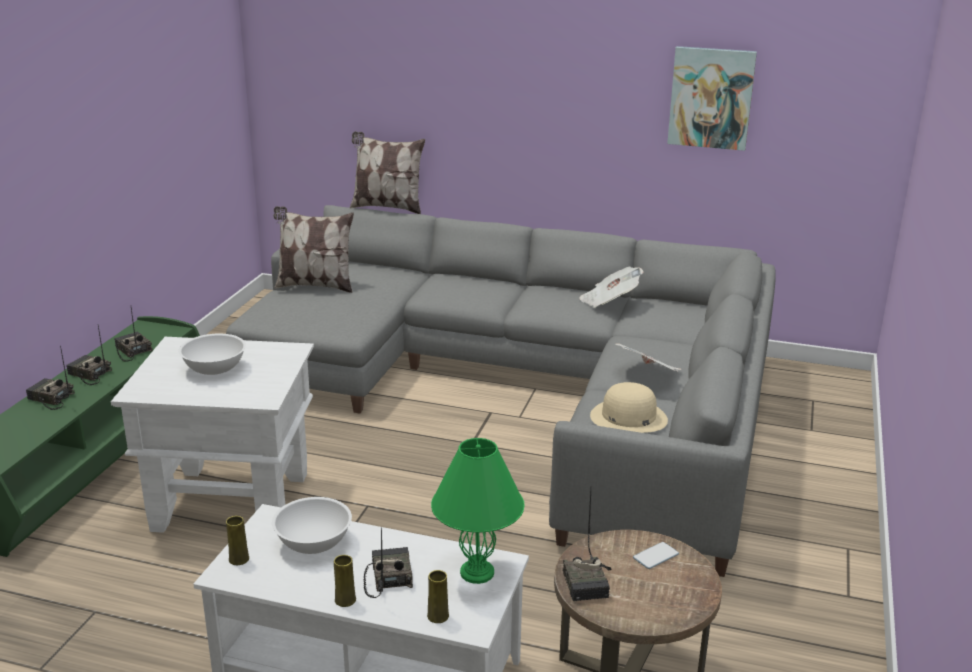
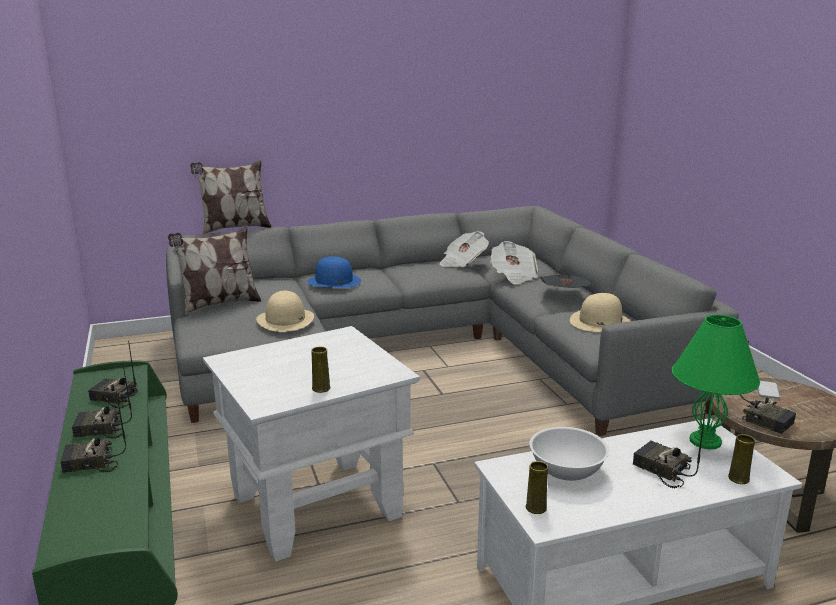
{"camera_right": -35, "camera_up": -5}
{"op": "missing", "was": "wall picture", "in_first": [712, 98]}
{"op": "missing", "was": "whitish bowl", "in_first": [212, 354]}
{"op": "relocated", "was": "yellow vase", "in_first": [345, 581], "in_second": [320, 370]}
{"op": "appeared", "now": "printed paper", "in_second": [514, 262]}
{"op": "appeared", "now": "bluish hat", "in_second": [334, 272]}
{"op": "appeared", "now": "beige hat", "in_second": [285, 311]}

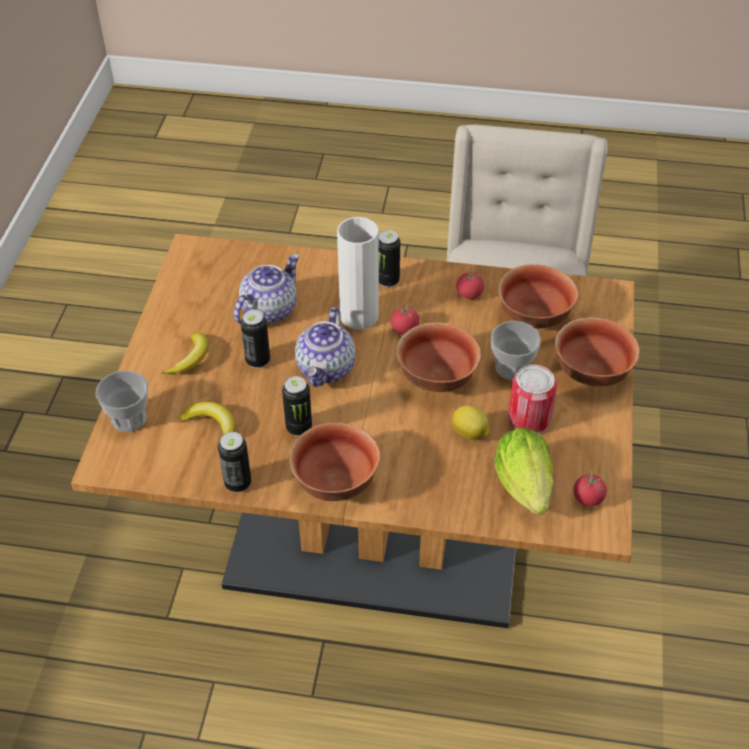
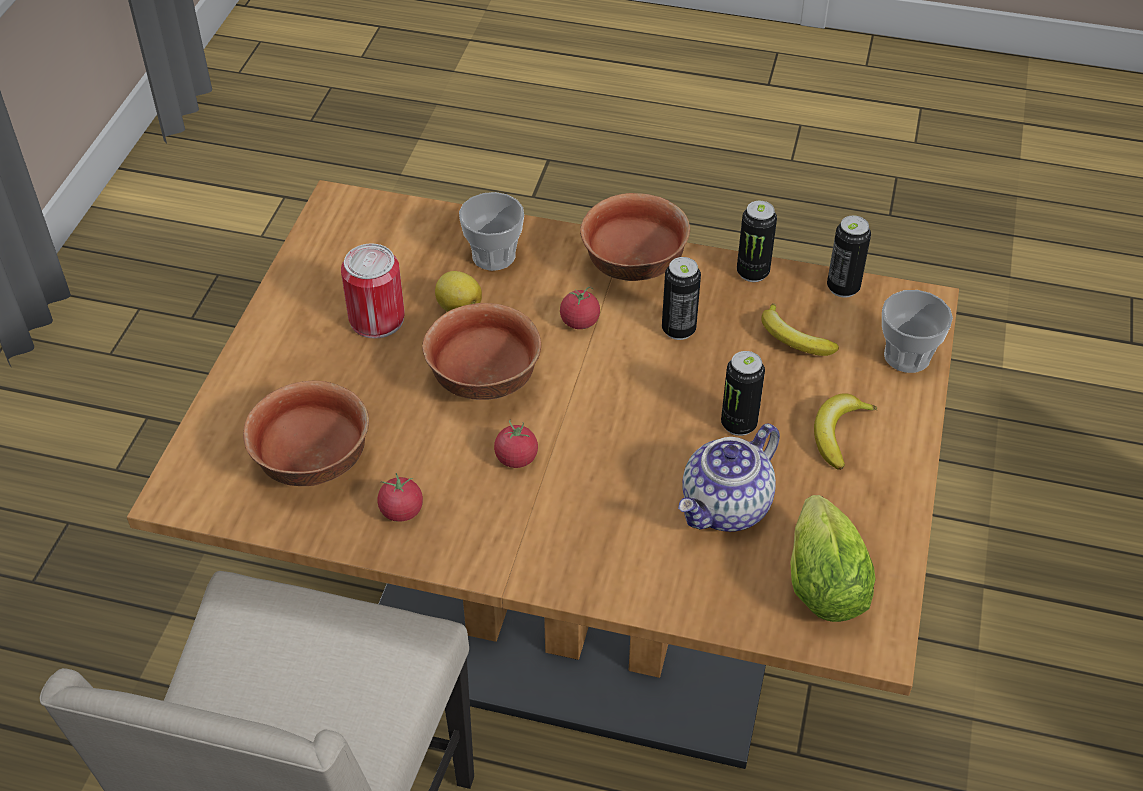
{"camera_right": -175, "camera_up": 0}
{"op": "missing", "was": "whitish vase", "in_first": [358, 273]}
{"op": "relocated", "was": "metal can", "in_first": [389, 258], "in_second": [849, 257]}
{"op": "missing", "was": "teapot", "in_first": [325, 347]}
{"op": "missing", "was": "bowl", "in_first": [597, 352]}
{"op": "relocated", "was": "drinking cup", "in_first": [516, 350], "in_second": [491, 231]}
{"op": "relocated", "was": "lettuce head", "in_first": [524, 471], "in_second": [833, 558]}
{"op": "relocated", "was": "fresh tomato", "in_first": [590, 488], "in_second": [580, 308]}

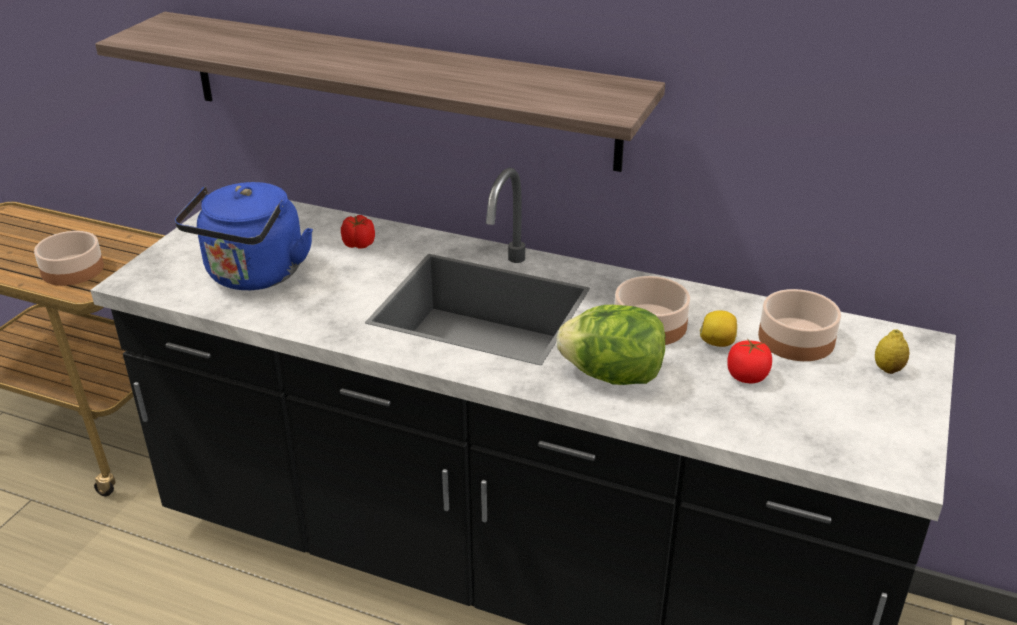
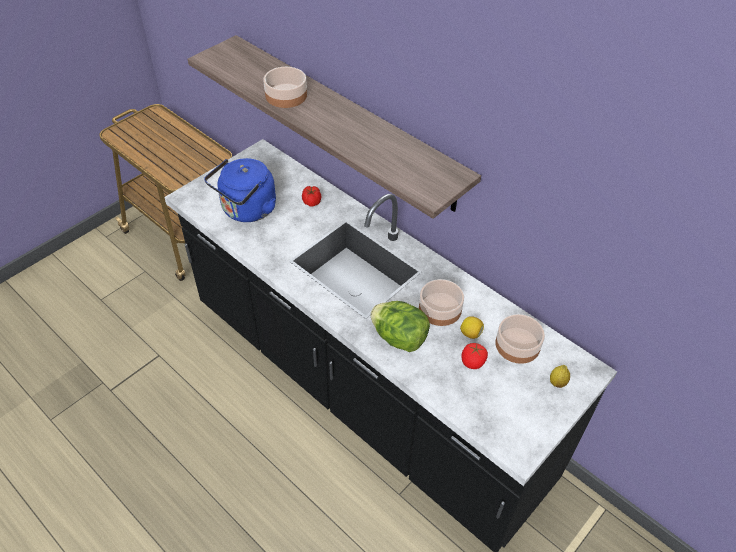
{"camera_right": 20, "camera_up": 15}
{"op": "relocated", "was": "bowl", "in_first": [69, 258], "in_second": [285, 87]}

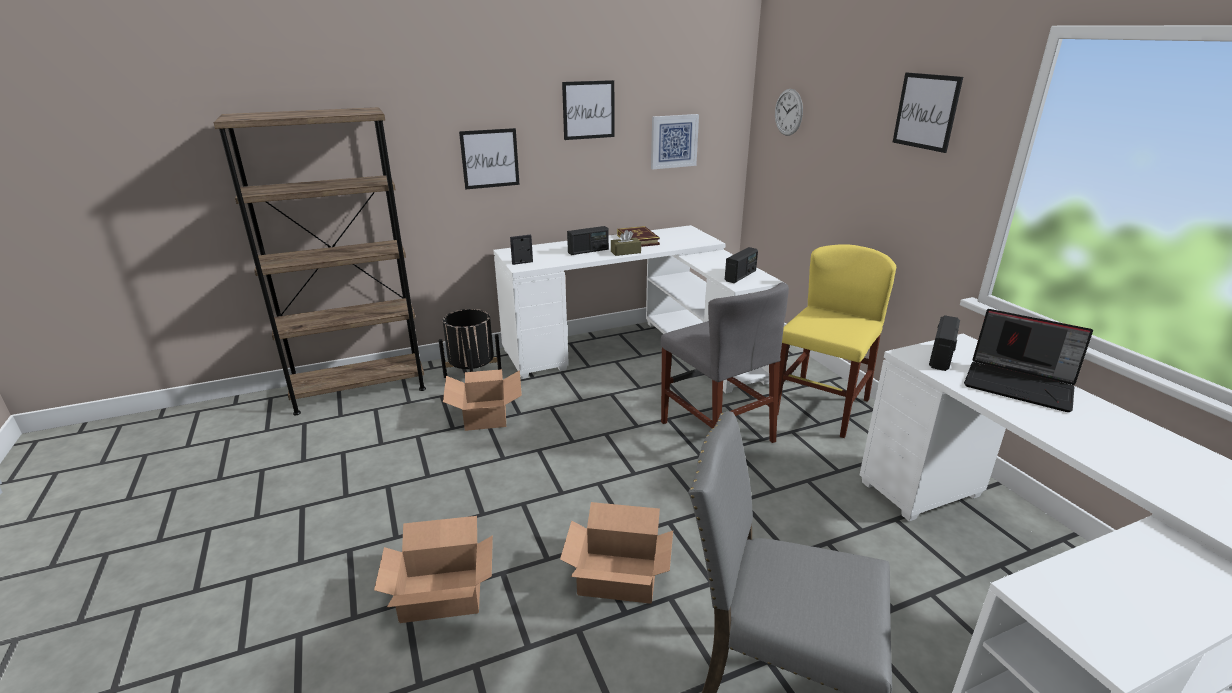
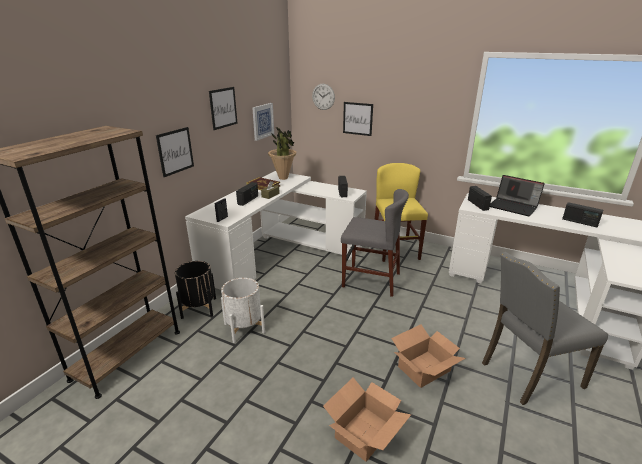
{"camera_right": -40, "camera_up": 0}
{"op": "relocated", "was": "wall picture", "in_first": [928, 113], "in_second": [358, 119]}
{"op": "spun", "was": "notebook computer", "in_first": [1028, 360], "in_second": [517, 195], "clockwise": 45}
{"op": "exchanged", "was": "packing box", "now": "whitish plant pot", "in_first": [482, 400], "in_second": [243, 310]}
{"op": "appeared", "now": "potted plant", "in_second": [282, 153]}
{"op": "appeared", "now": "radio set", "in_second": [582, 214]}

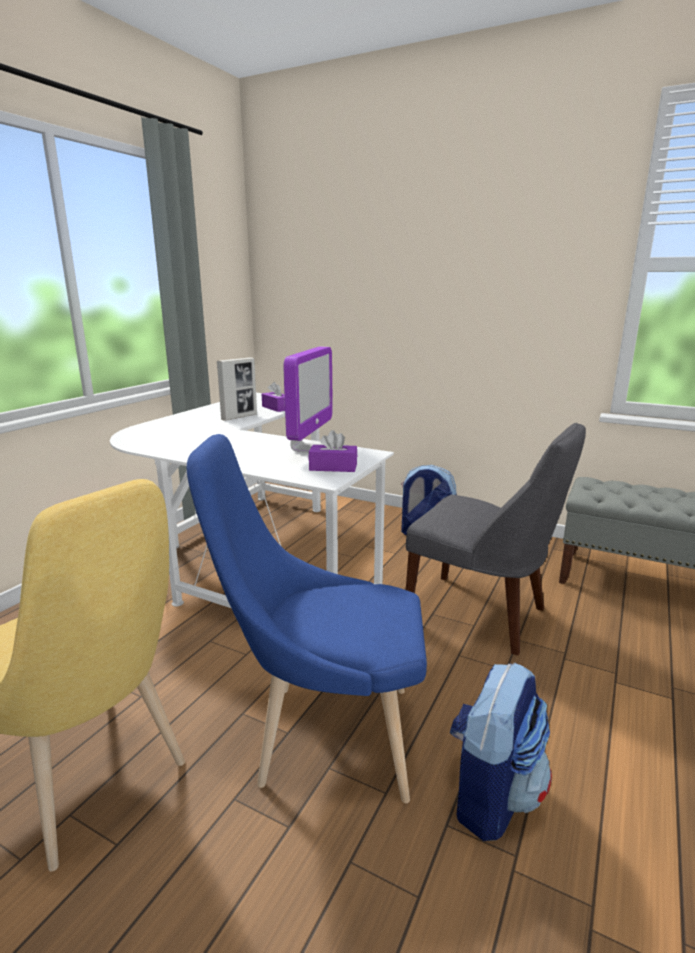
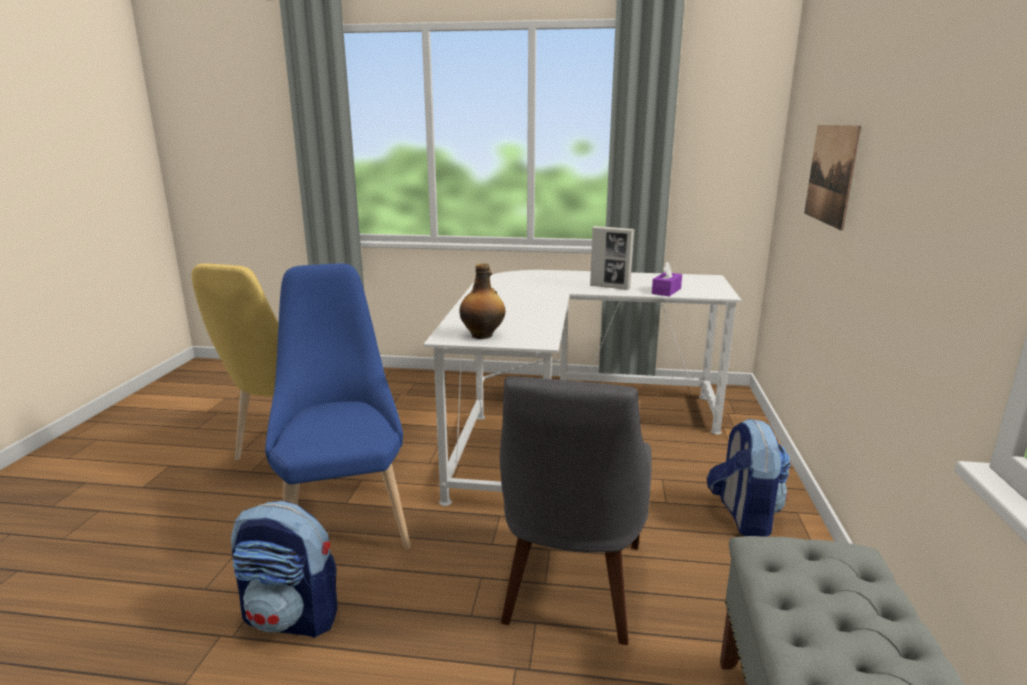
{"camera_right": 70, "camera_up": 0}
{"op": "missing", "was": "monitor", "in_first": [308, 400]}
{"op": "exchanged", "was": "purplish tissue holder", "now": "beverage bottle", "in_first": [333, 451], "in_second": [482, 301]}
{"op": "appeared", "now": "wall picture", "in_second": [832, 177]}

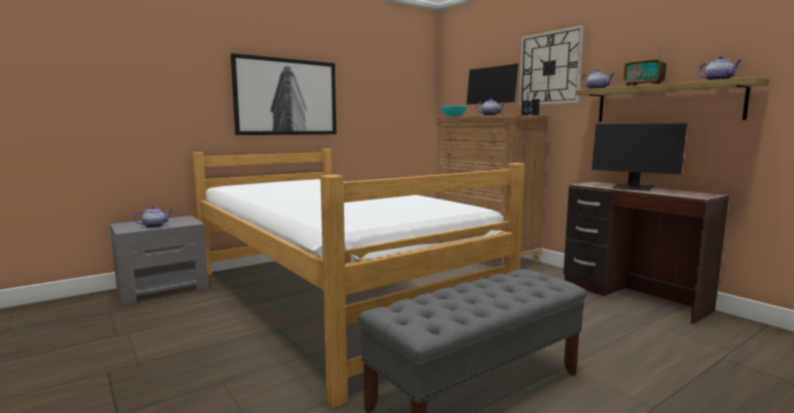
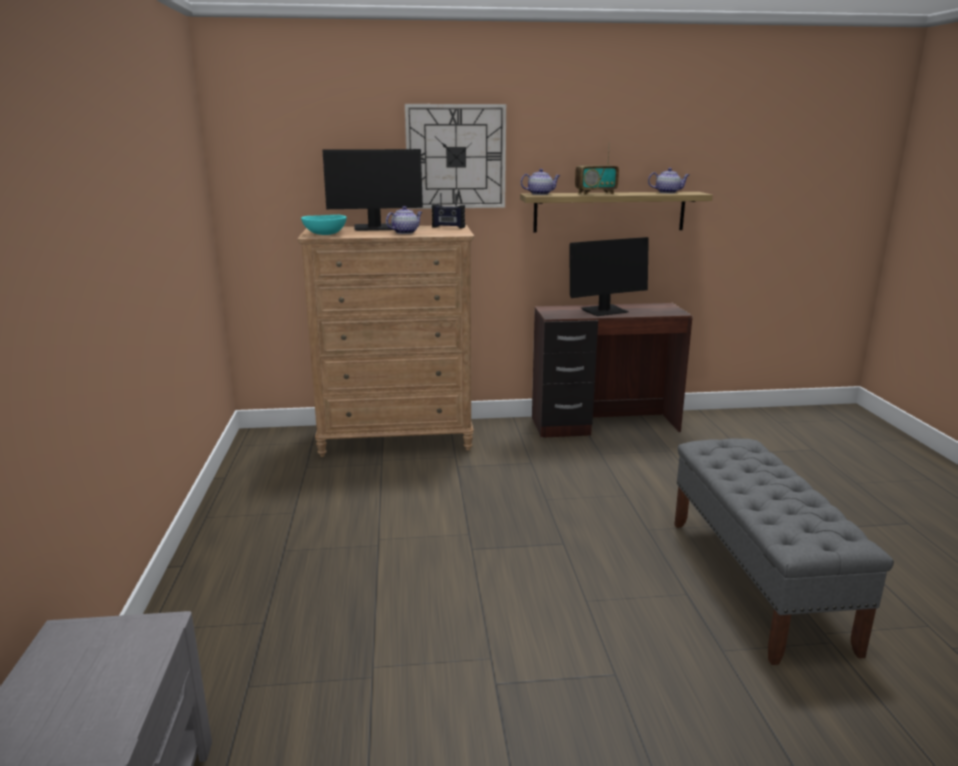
{"camera_right": -60, "camera_up": 10}
{"op": "missing", "was": "wall picture", "in_first": [283, 94]}
{"op": "missing", "was": "sleeping bed", "in_first": [358, 278]}
{"op": "missing", "was": "teapot", "in_first": [152, 217]}

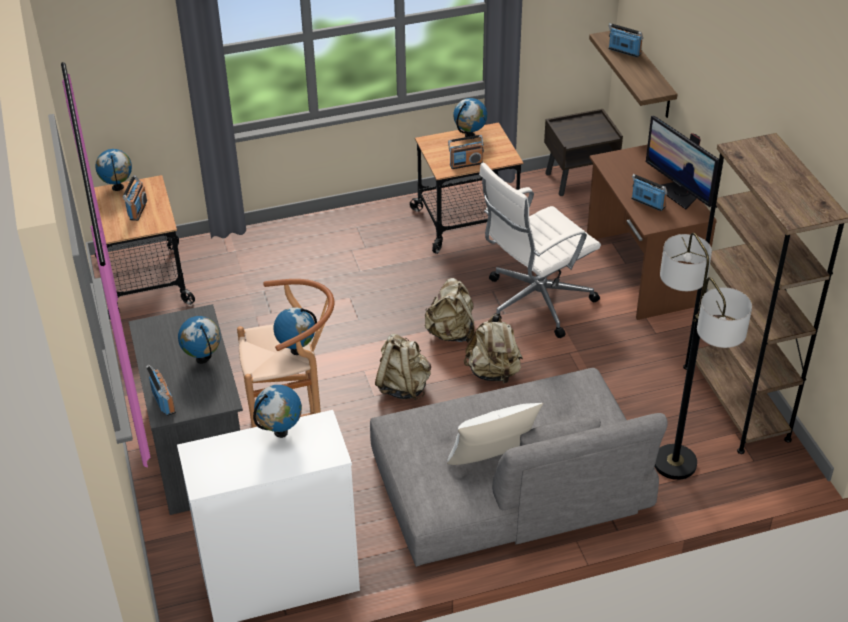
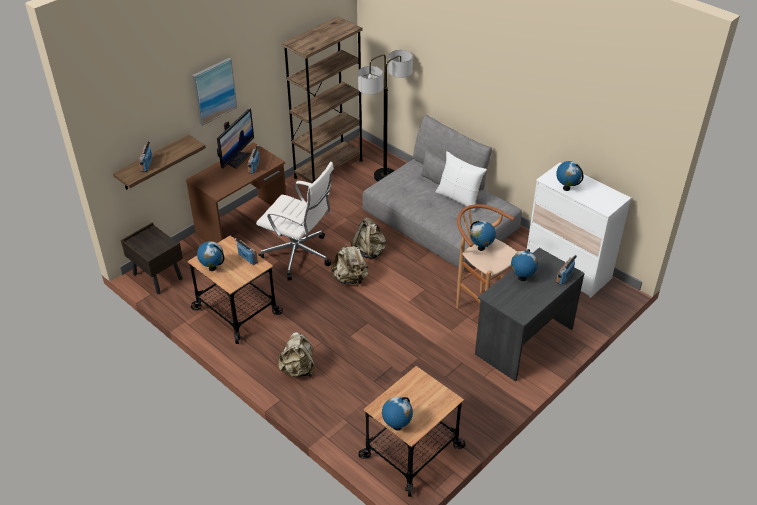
{"camera_right": -120, "camera_up": 0}
{"op": "missing", "was": "radio set", "in_first": [135, 198]}
{"op": "relocated", "was": "beige knapsack", "in_first": [403, 367], "in_second": [296, 354]}
{"op": "appeared", "now": "wall picture", "in_second": [214, 92]}

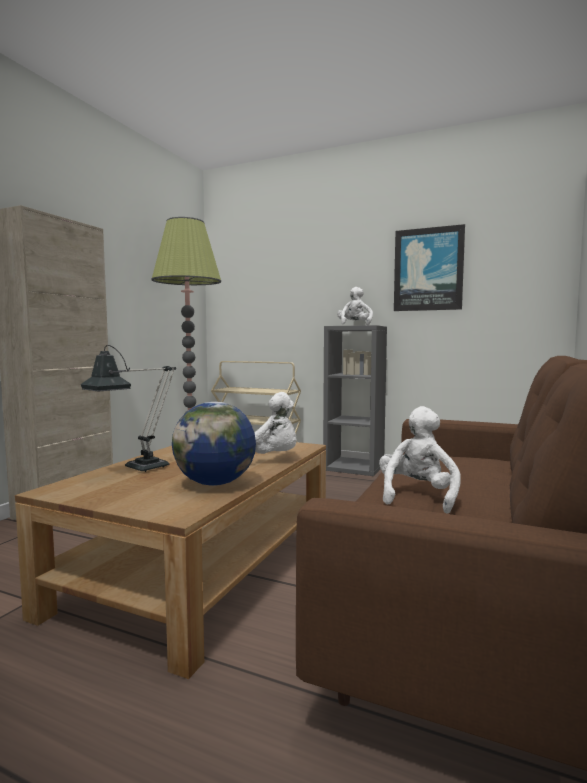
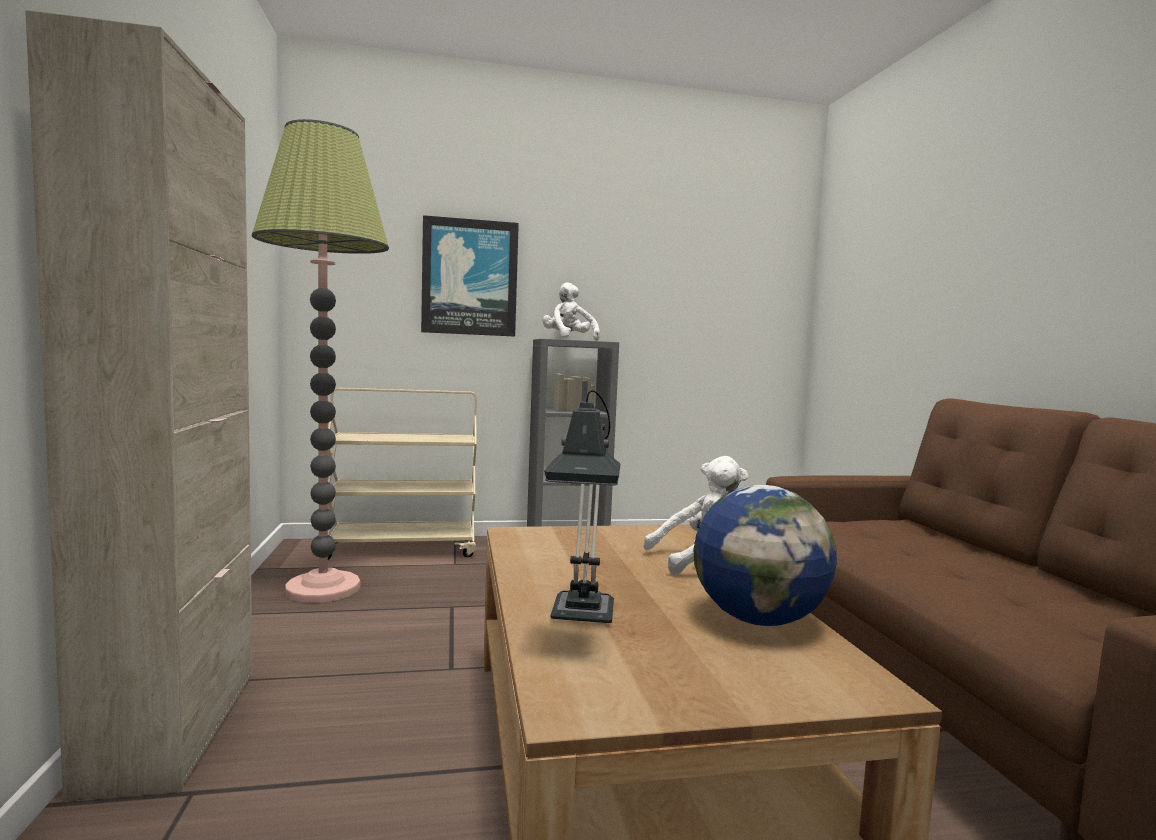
{"camera_right": -35, "camera_up": 0}
{"op": "relocated", "was": "wall picture", "in_first": [429, 267], "in_second": [470, 276]}
{"op": "missing", "was": "whitish cuddly toy", "in_first": [420, 460]}

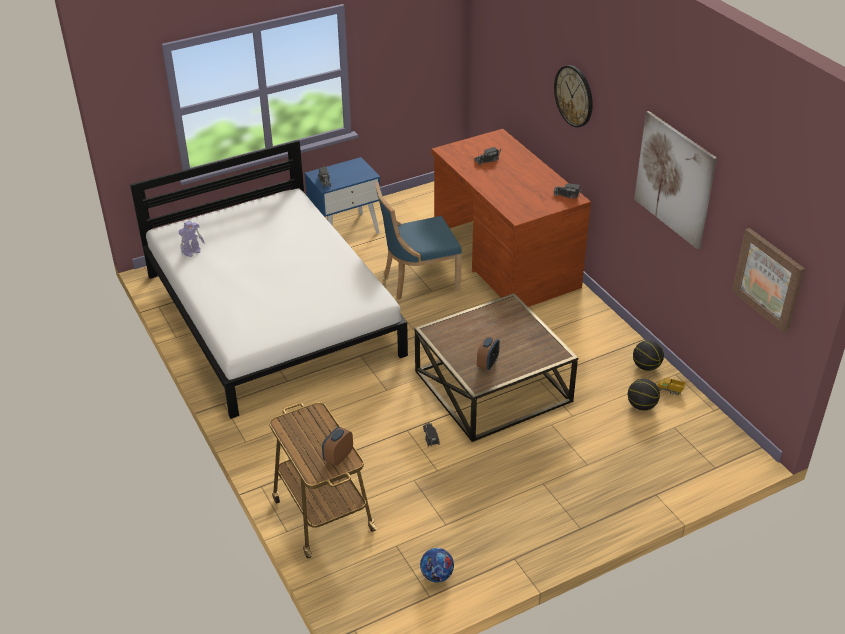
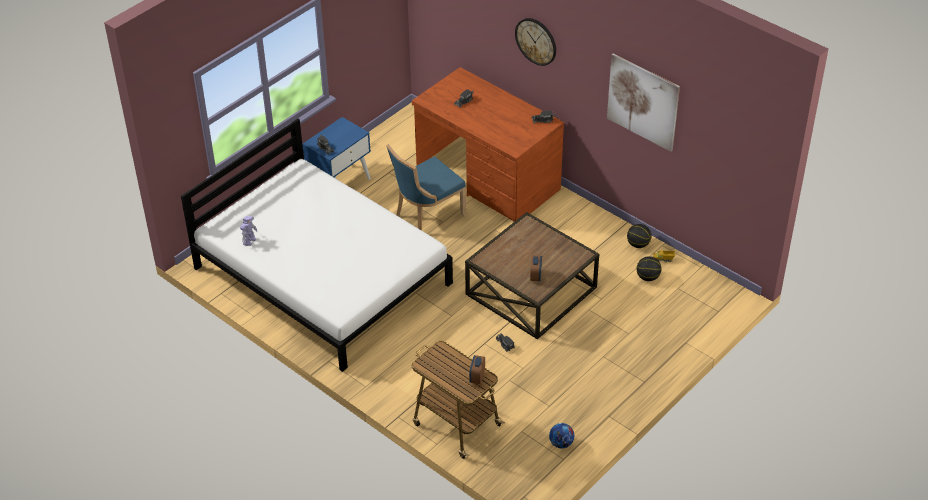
{"camera_right": -20, "camera_up": 5}
{"op": "missing", "was": "wall picture", "in_first": [768, 280]}

